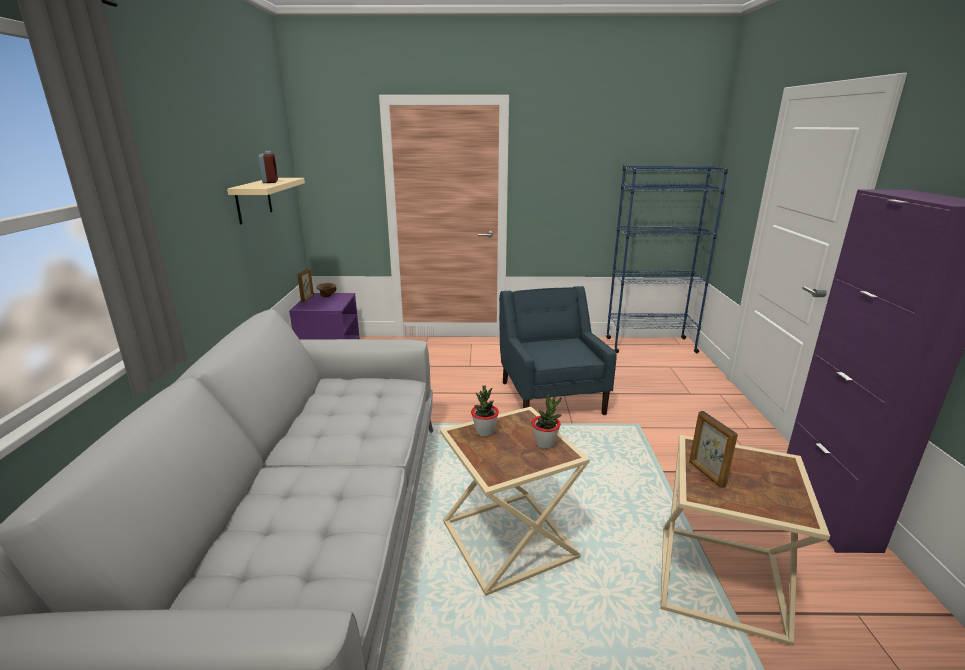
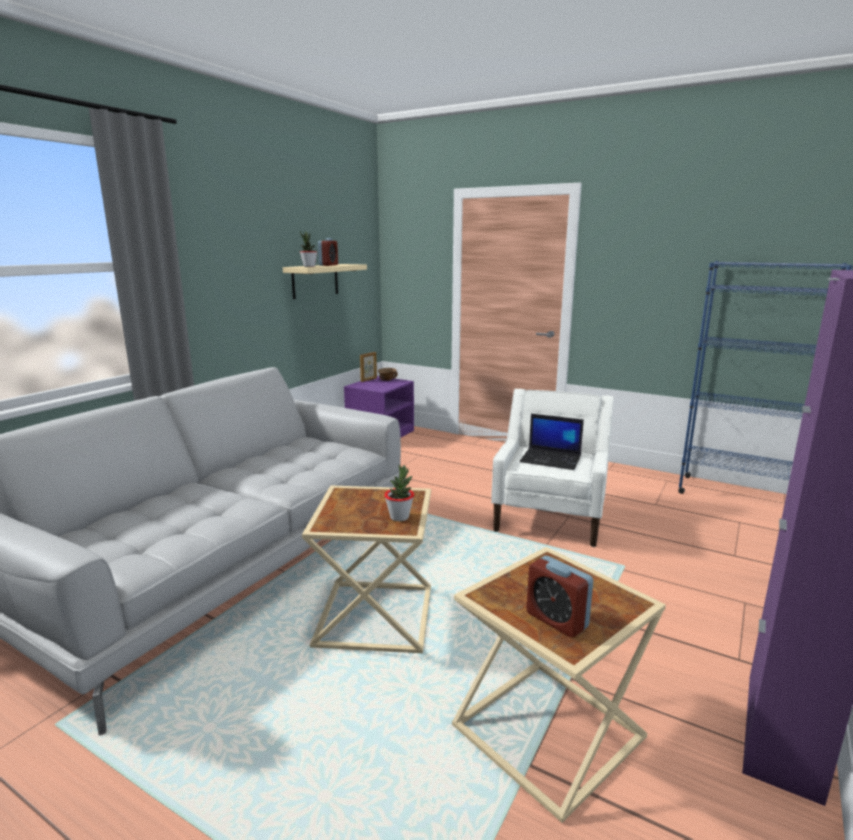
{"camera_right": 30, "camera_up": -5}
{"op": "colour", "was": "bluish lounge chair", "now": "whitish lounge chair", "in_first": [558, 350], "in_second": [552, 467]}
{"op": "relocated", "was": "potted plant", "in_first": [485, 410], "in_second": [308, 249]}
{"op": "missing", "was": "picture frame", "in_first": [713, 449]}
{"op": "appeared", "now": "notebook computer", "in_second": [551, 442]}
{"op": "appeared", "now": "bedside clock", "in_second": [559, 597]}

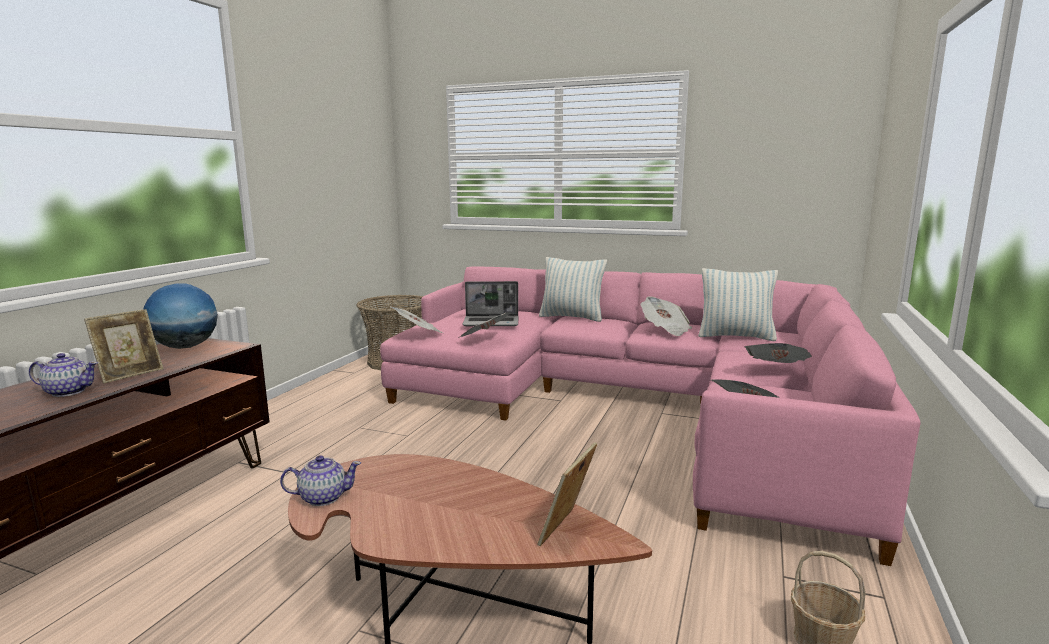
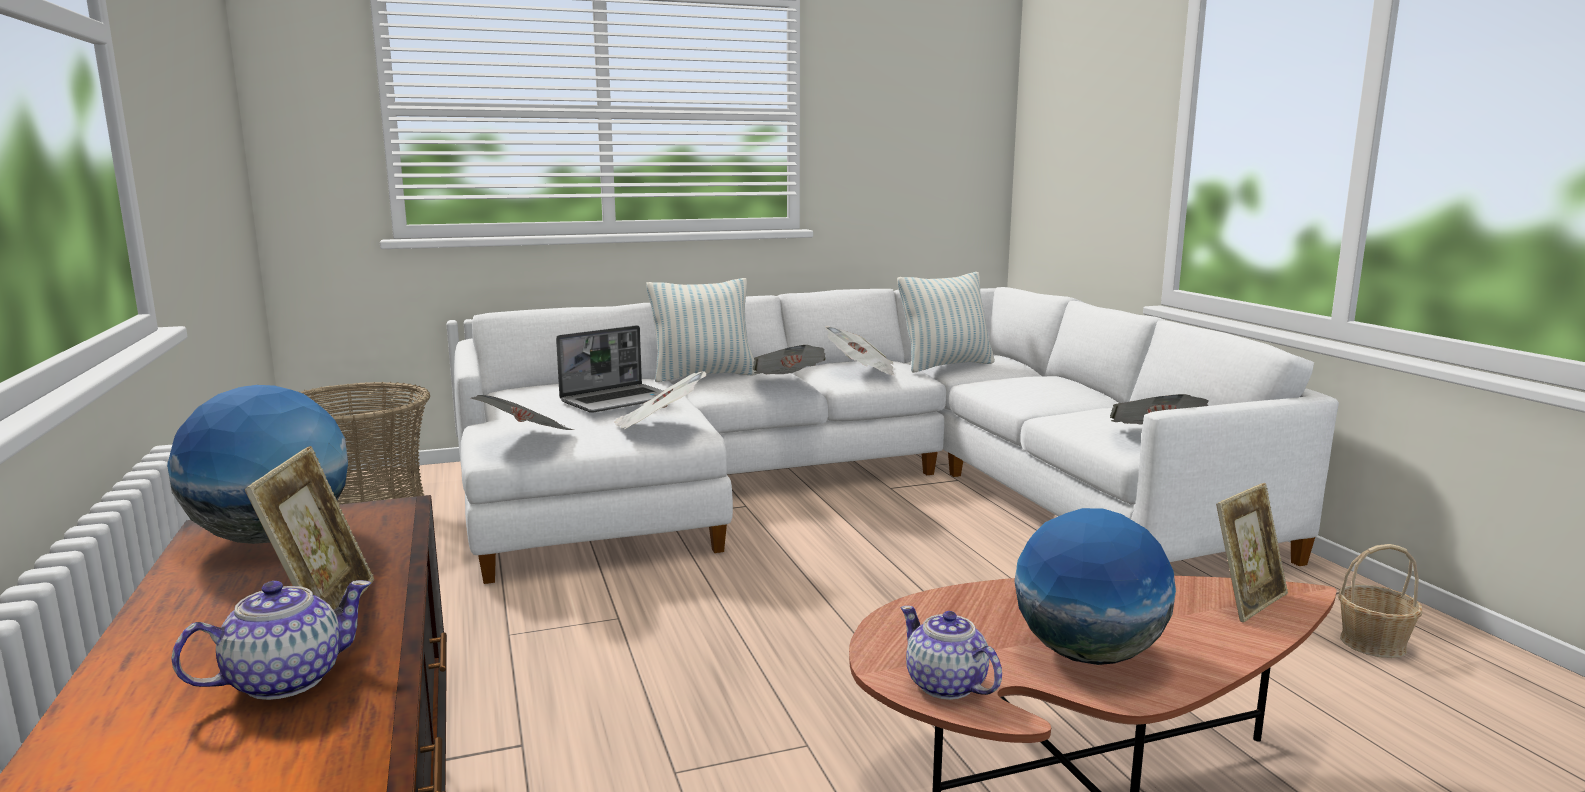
{"camera_right": -40, "camera_up": 0}
{"op": "colour", "was": "pink-coloured sofa", "now": "whitish sofa", "in_first": [650, 416], "in_second": [896, 435]}
{"op": "relocated", "was": "printed paper", "in_first": [778, 353], "in_second": [789, 359]}
{"op": "spun", "was": "picture frame", "in_first": [567, 494], "in_second": [1252, 552], "clockwise": -120}
{"op": "spun", "was": "teapot", "in_first": [320, 480], "in_second": [951, 653], "clockwise": -75}
{"op": "appeared", "now": "world globe", "in_second": [1095, 586]}

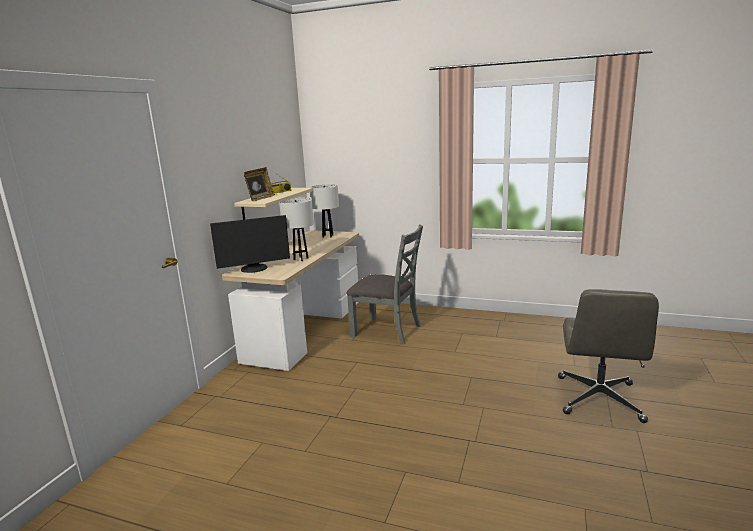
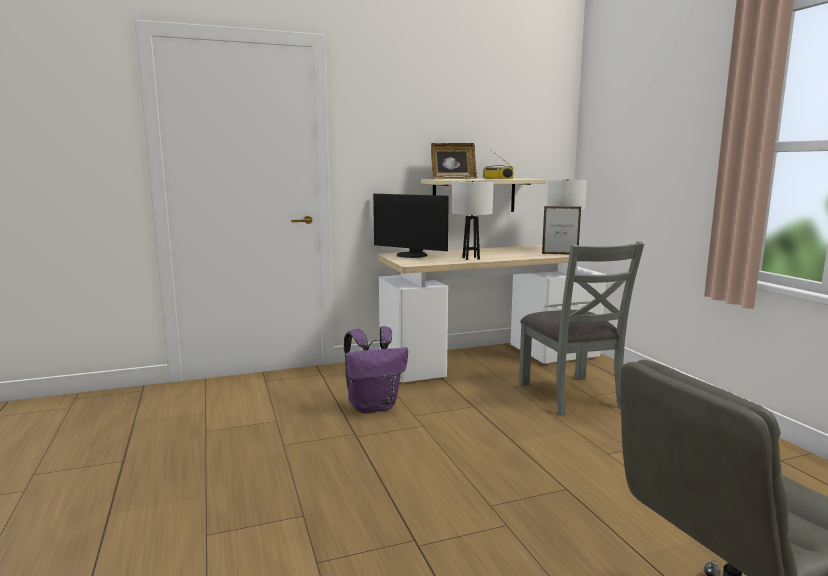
{"camera_right": 50, "camera_up": -5}
{"op": "appeared", "now": "picture frame", "in_second": [561, 230]}
{"op": "appeared", "now": "purplish knapsack", "in_second": [376, 370]}

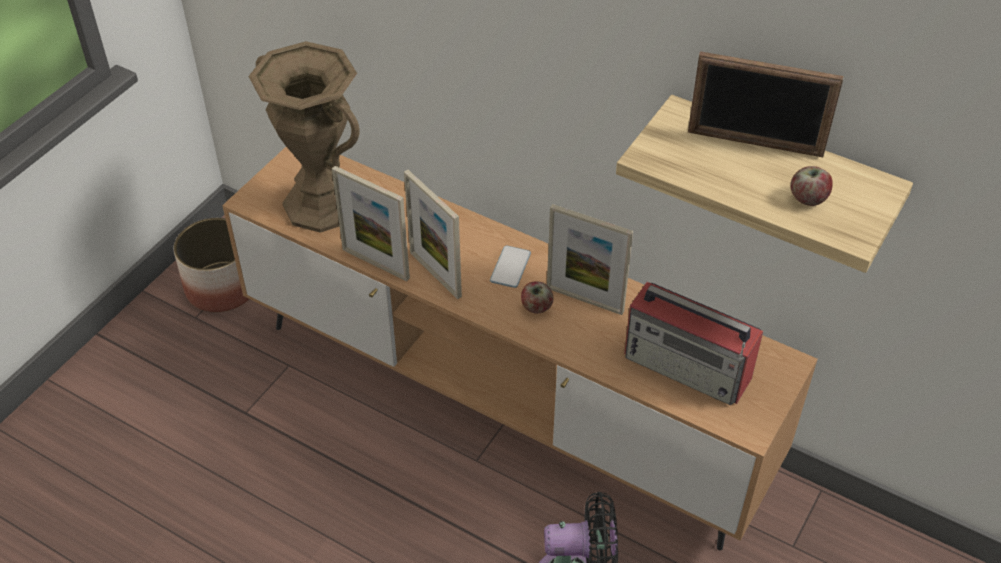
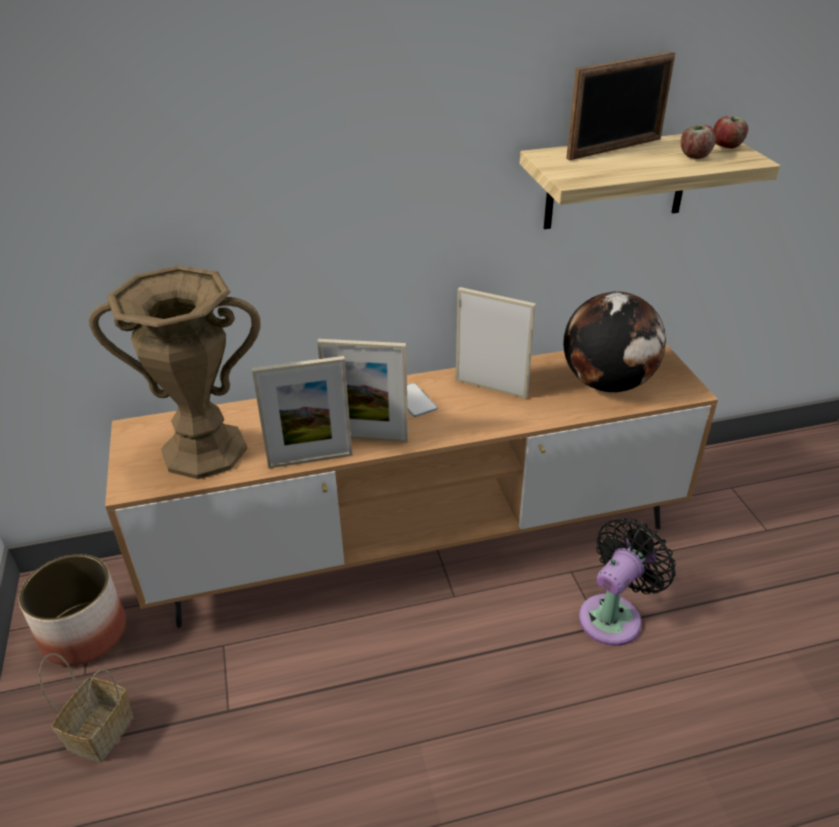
{"camera_right": -45, "camera_up": -10}
{"op": "spun", "was": "picture frame", "in_first": [590, 259], "in_second": [496, 343], "clockwise": -135}
{"op": "relocated", "was": "whole apple", "in_first": [537, 297], "in_second": [730, 132]}
{"op": "exchanged", "was": "radio set", "now": "world globe", "in_first": [693, 343], "in_second": [614, 341]}
{"op": "appeared", "now": "basket", "in_second": [86, 707]}

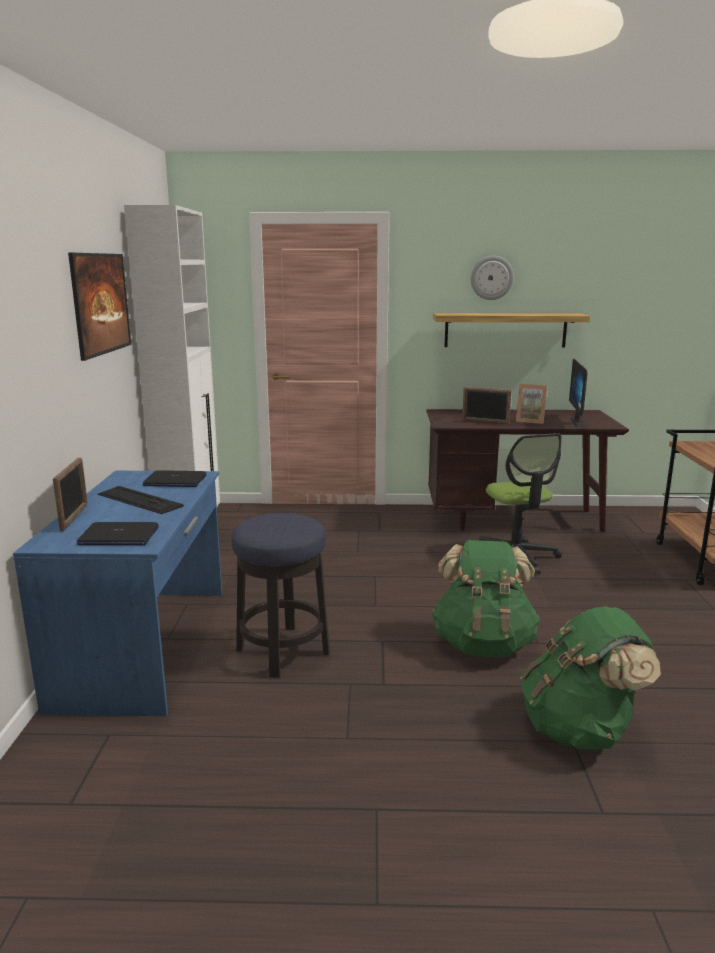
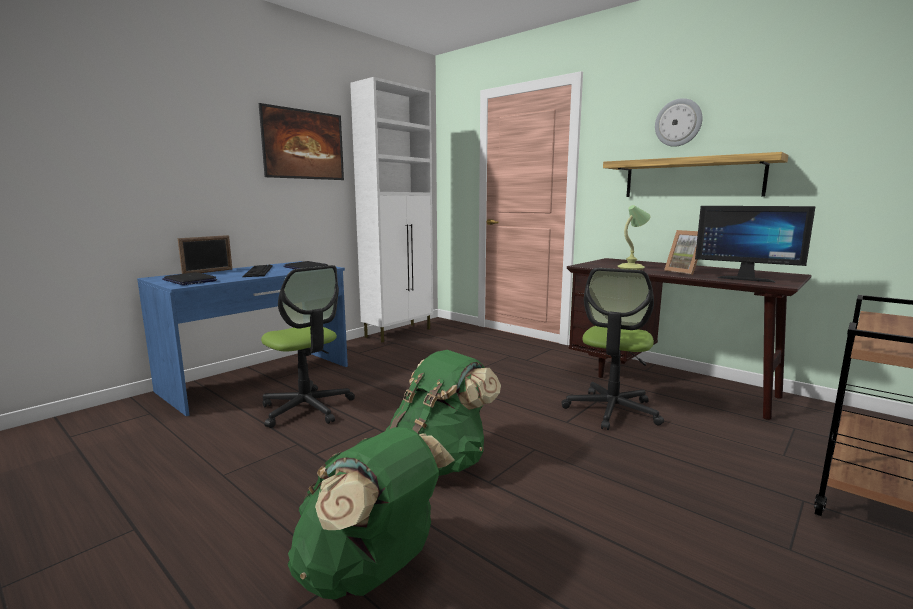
{"camera_right": 40, "camera_up": -5}
{"op": "spun", "was": "monitor", "in_first": [580, 392], "in_second": [755, 244], "clockwise": -105}
{"op": "exchanged", "was": "picture frame", "now": "table lamp", "in_first": [487, 405], "in_second": [634, 237]}
{"op": "exchanged", "was": "sitting stool", "now": "computer chair", "in_first": [280, 595], "in_second": [308, 346]}

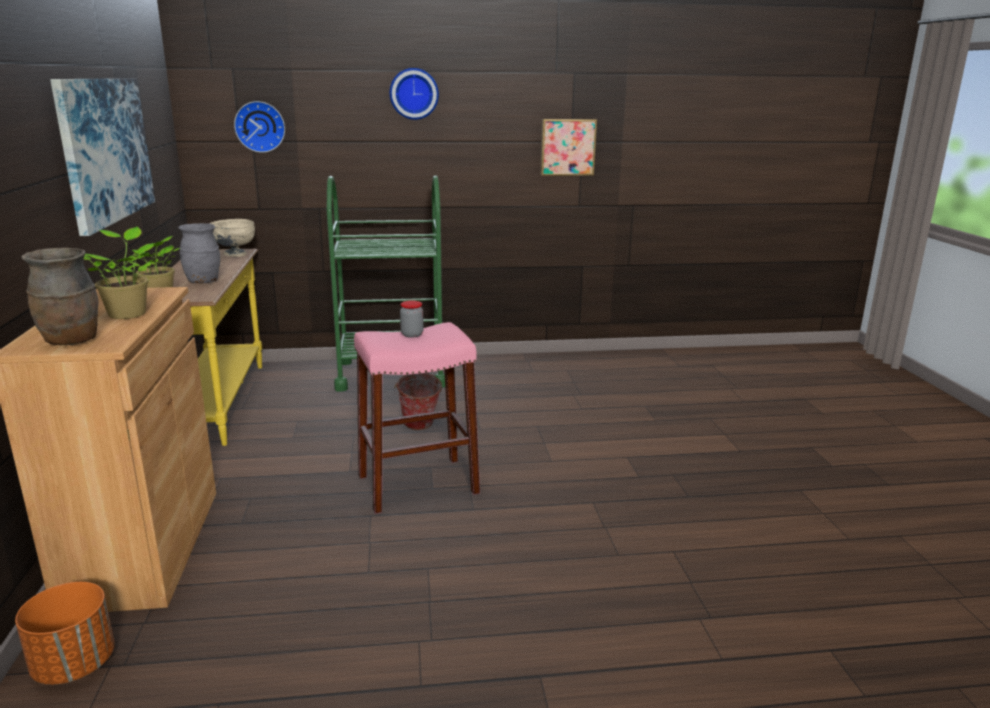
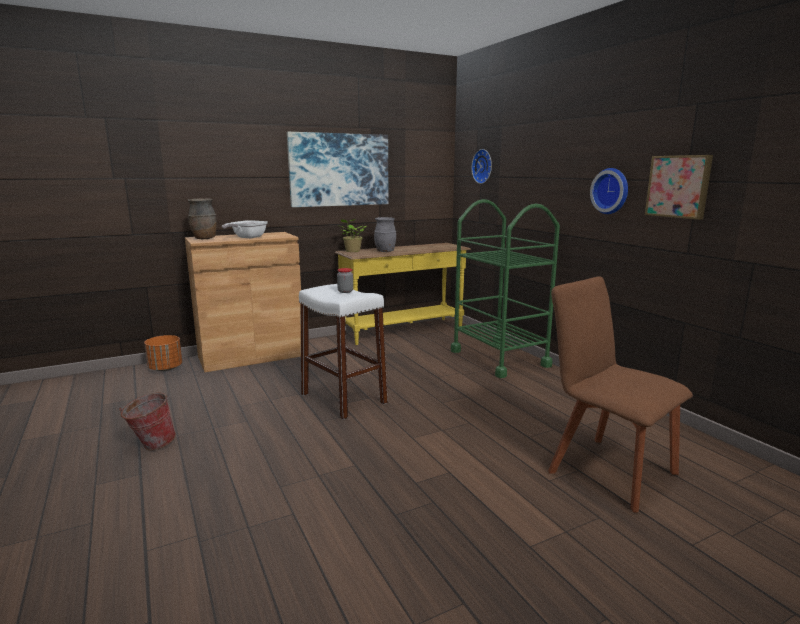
{"camera_right": 70, "camera_up": -5}
{"op": "relocated", "was": "hanging clock", "in_first": [414, 94], "in_second": [609, 191]}
{"op": "missing", "was": "beige bowl", "in_first": [232, 238]}
{"op": "exchanged", "was": "potted plant", "now": "skillet", "in_first": [119, 273], "in_second": [245, 229]}
{"op": "colour", "was": "pink-coloured sitting stool", "now": "whitish sitting stool", "in_first": [417, 418], "in_second": [343, 352]}
{"op": "relocated", "was": "pail", "in_first": [418, 401], "in_second": [147, 422]}
{"op": "appeared", "now": "brown upright chair", "in_second": [620, 394]}

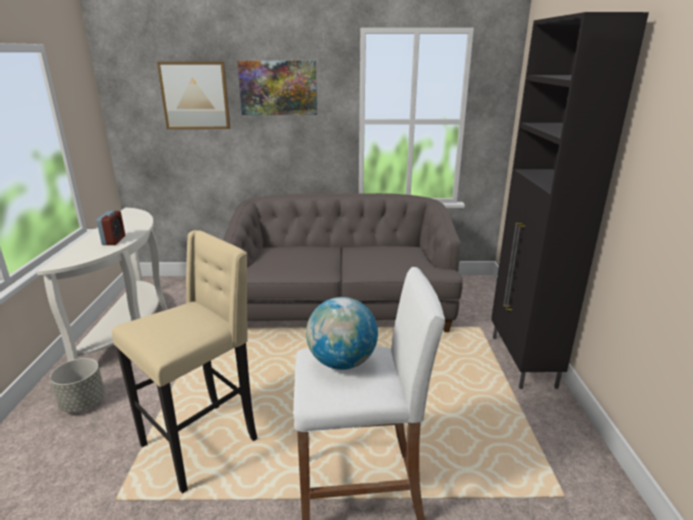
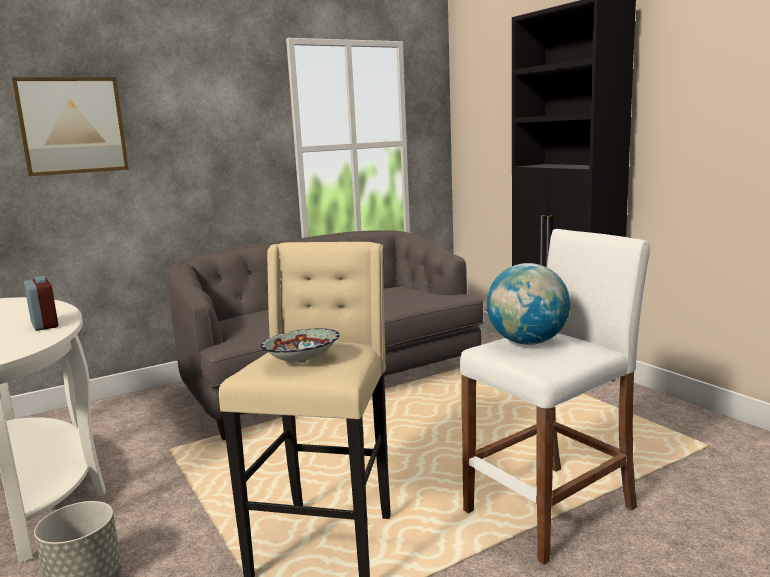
{"camera_right": -30, "camera_up": -10}
{"op": "missing", "was": "wall picture", "in_first": [277, 88]}
{"op": "appeared", "now": "bowl", "in_second": [300, 345]}

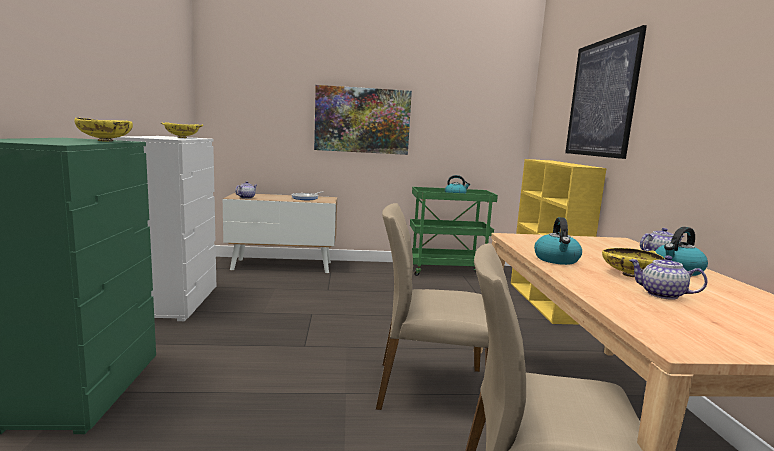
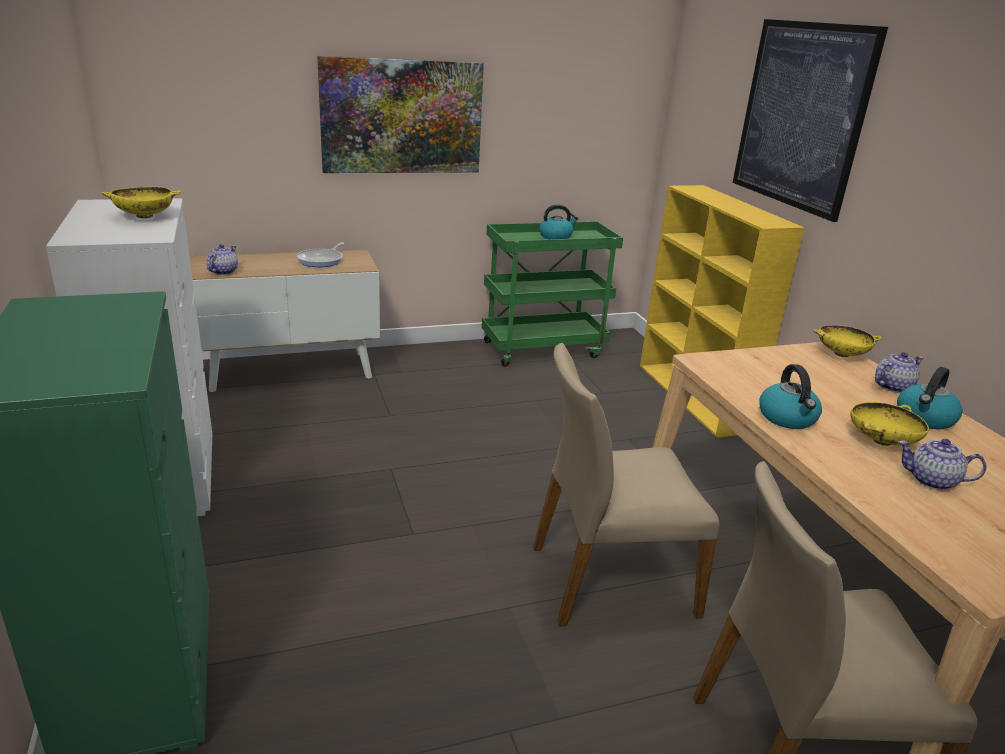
{"camera_right": -15, "camera_up": 15}
{"op": "relocated", "was": "yellow bowl", "in_first": [104, 130], "in_second": [847, 341]}

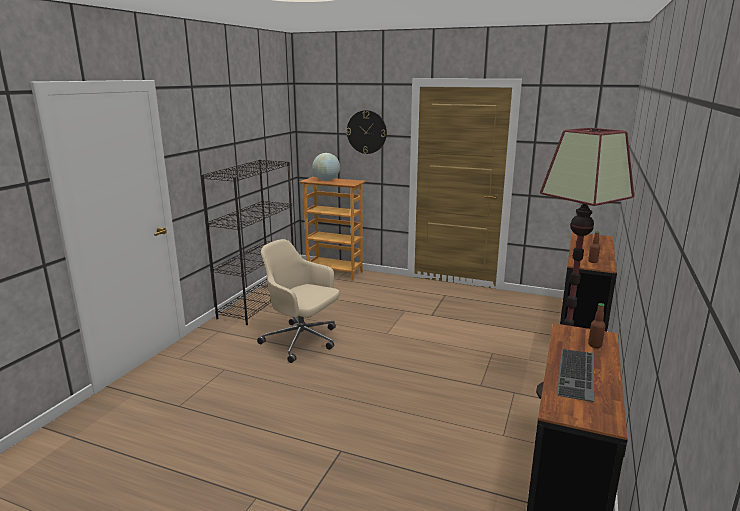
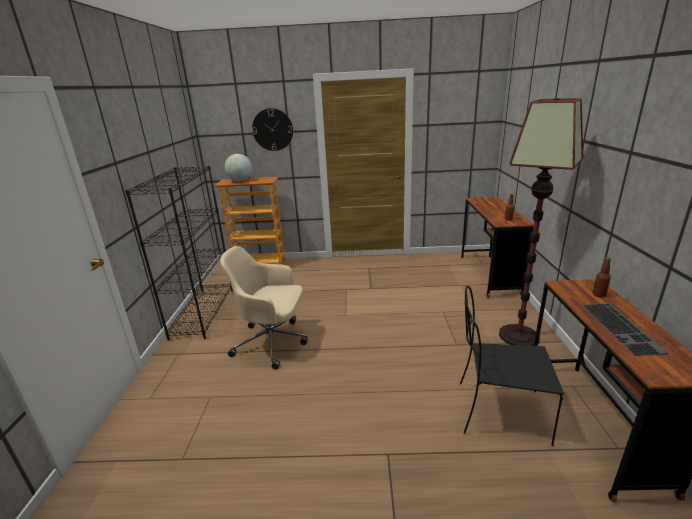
{"camera_right": -20, "camera_up": 5}
{"op": "appeared", "now": "blackish upright chair", "in_second": [512, 366]}

